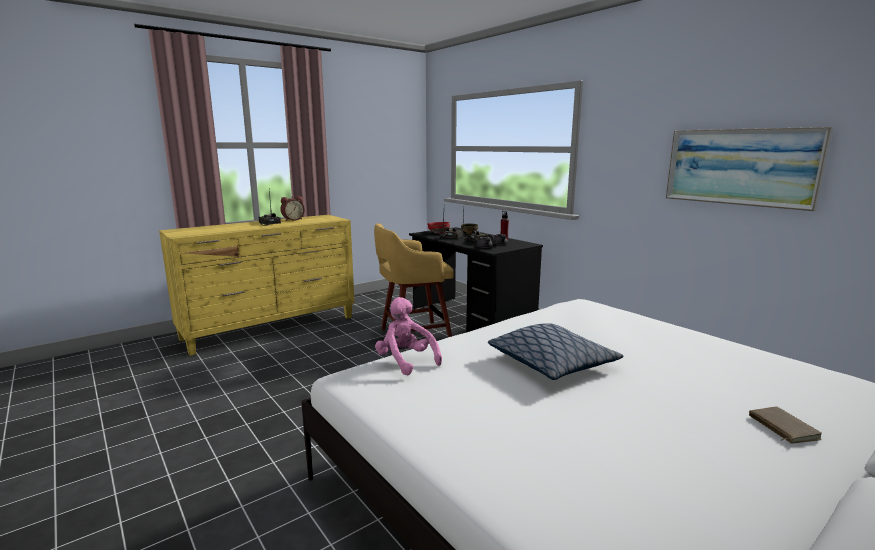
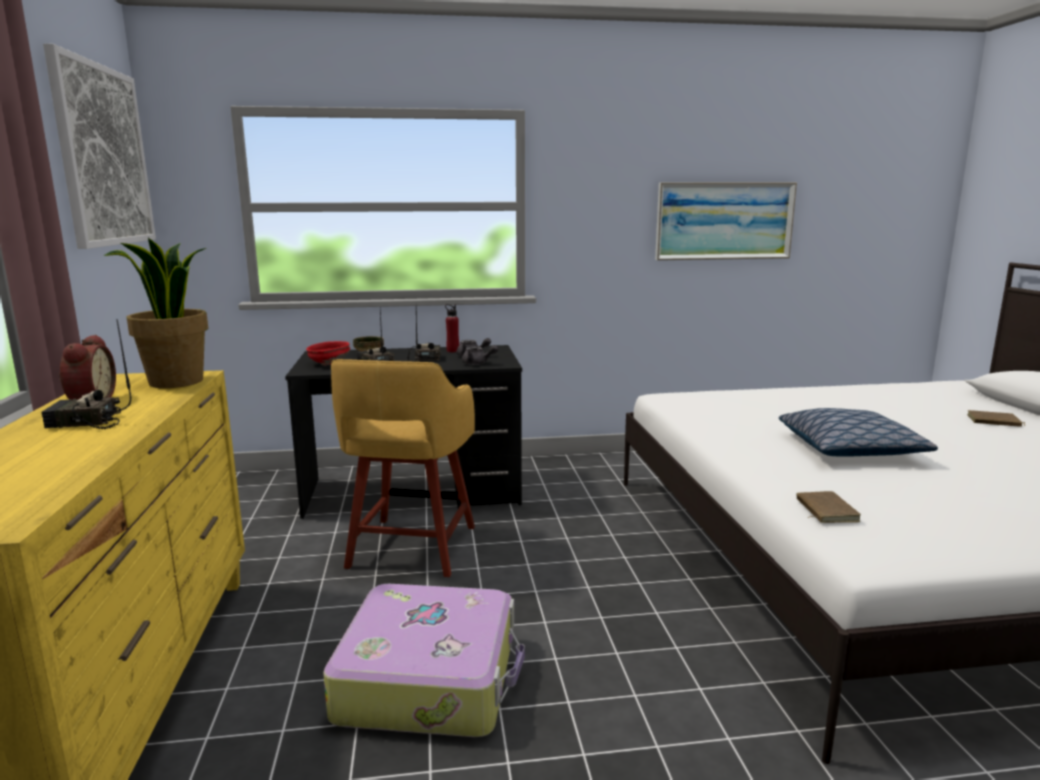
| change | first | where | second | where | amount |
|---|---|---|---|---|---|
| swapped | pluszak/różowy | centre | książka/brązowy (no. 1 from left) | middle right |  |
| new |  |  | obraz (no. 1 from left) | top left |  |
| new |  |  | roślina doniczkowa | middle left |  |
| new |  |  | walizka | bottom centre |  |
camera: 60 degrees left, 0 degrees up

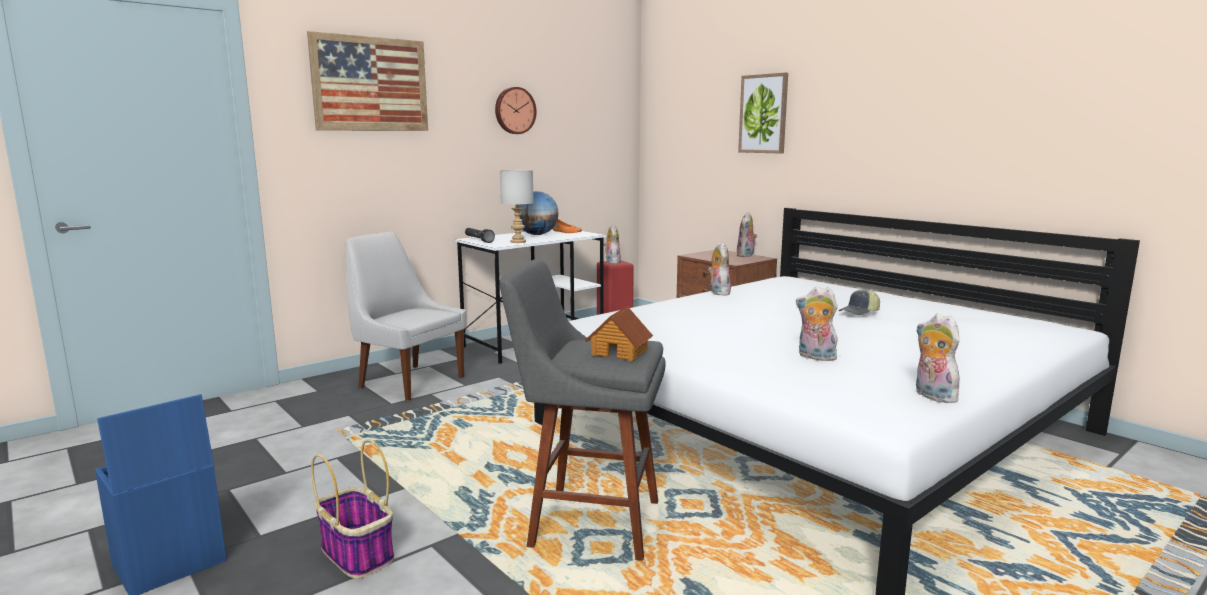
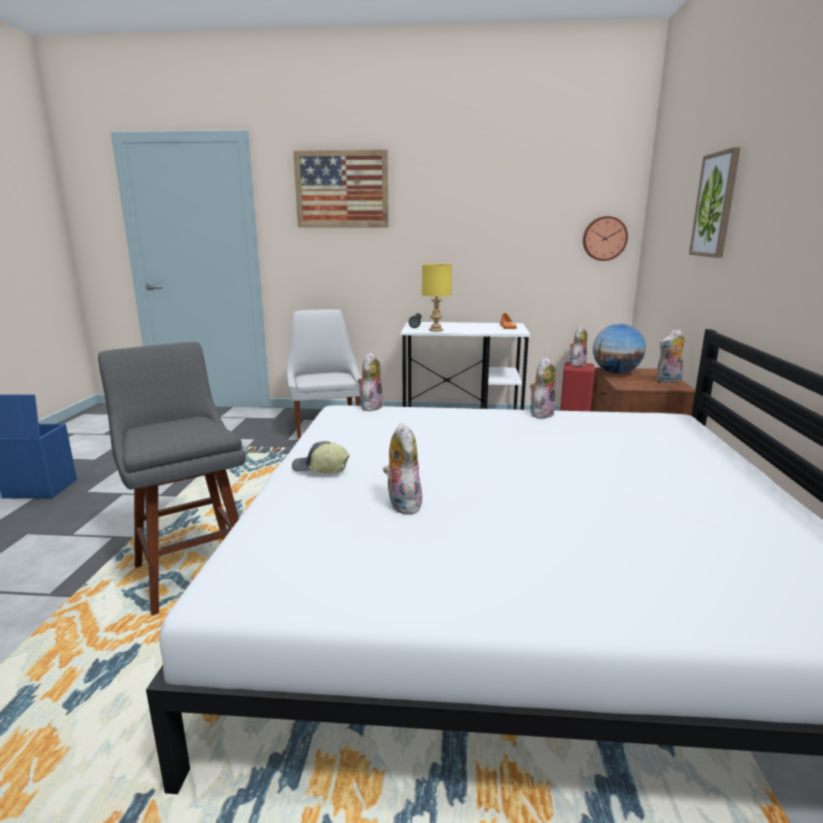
| change | first | where | second | where | amount |
|---|---|---|---|---|---|
| gone | koszyk | bottom left |  |  |  |
| shifted | zegar ścienny | top centre |  | top right |  |
| repainted | lampa stołowa/szary | centre | lampa stołowa/żółty | centre |  |
| shifted | globus | centre |  | middle right |  |
| gone | domek | centre |  |  |  |
| shifted | czapka z daszkiem | middle right |  | centre |  |
| shifted | pluszak (no. 5 from left in the first image) | middle right | pluszak (no. 1 from left) | centre |  |
camera: 45 degrees right, 5 degrees up

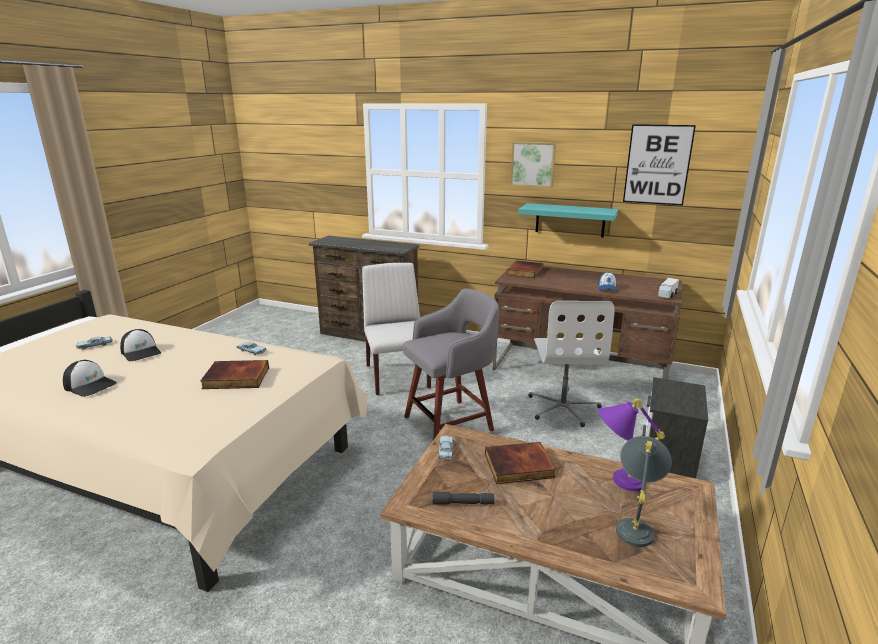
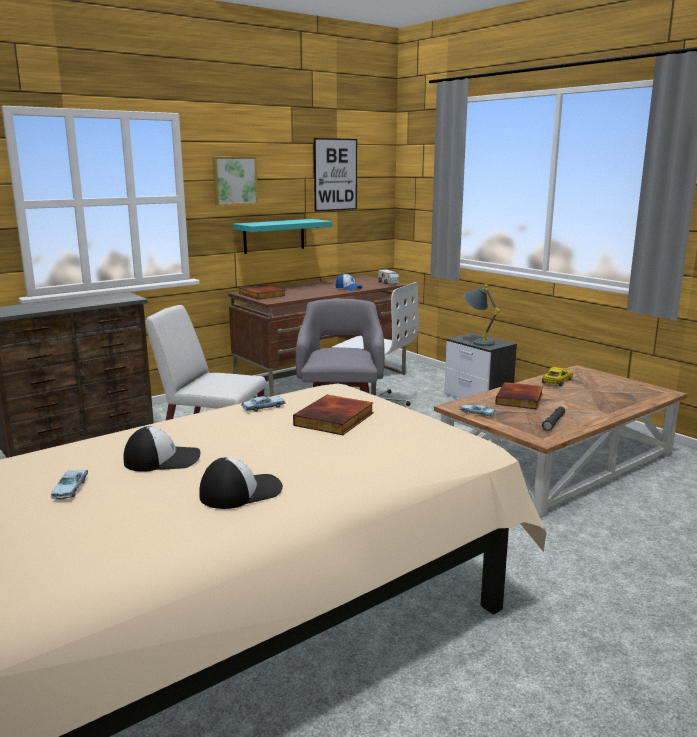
| change | first | where | second | where | amount |
|---|---|---|---|---|---|
| swapped | lampa stołowa/fioletowy | bottom right | samochodzik/żółty | middle right |  |
| shifted | lampa stołowa/szary | bottom right |  | middle right |  |
camera: 60 degrees left, 5 degrees down

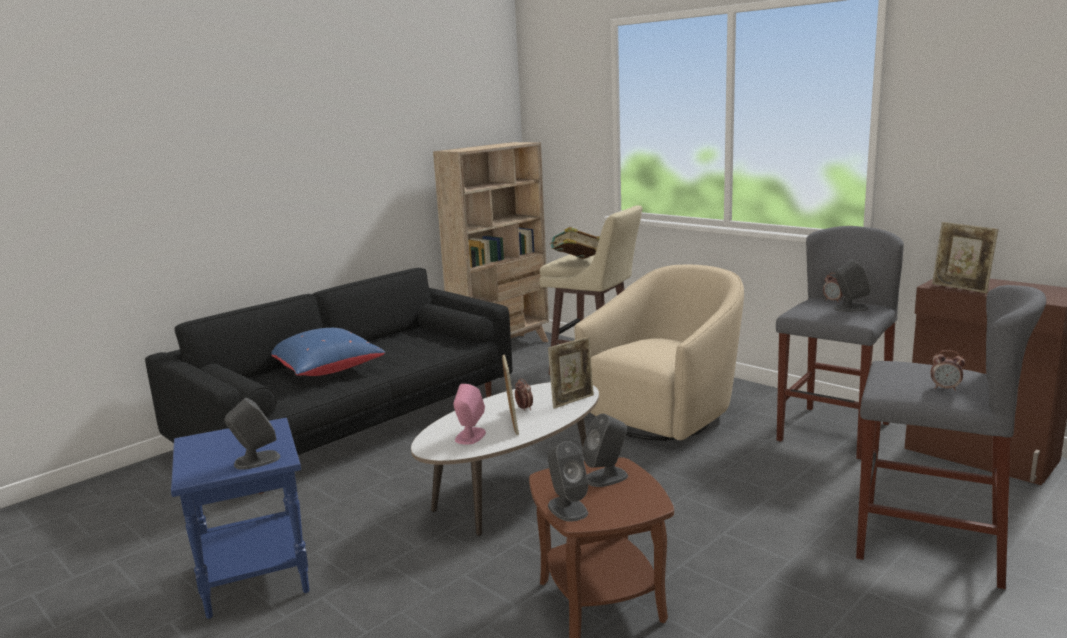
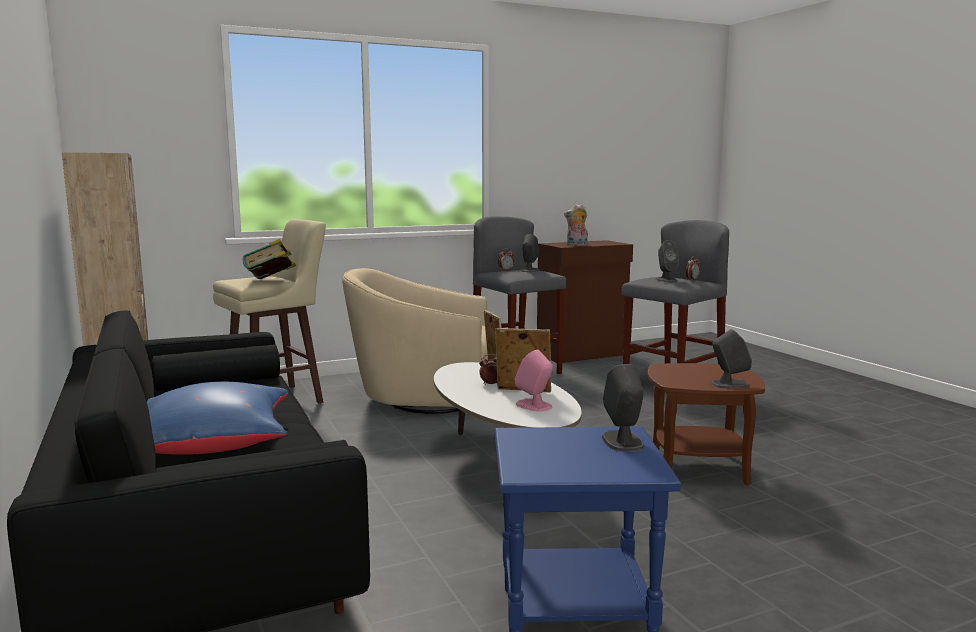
| change | first | where | second | where | amount |
|---|---|---|---|---|---|
| rotated | fotel/beżowy | centre |  | centre | 60 degrees counterclockwise |
| shifted | głośnik/szary (no. 3 from left) | bottom centre |  | middle right |  |
| swapped | ramka na zdjęcie (no. 3 from left) | middle right | pluszak | centre |  |
camera: 70 degrees left, 5 degrees down

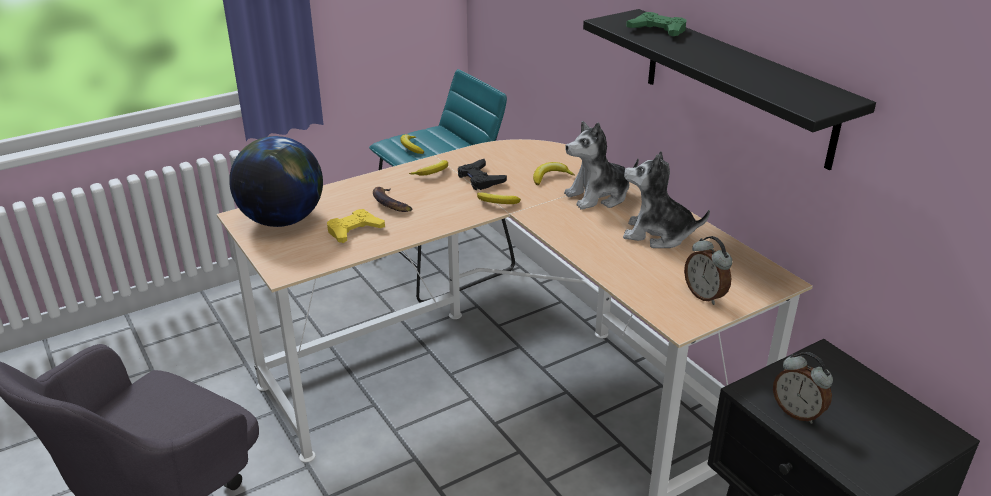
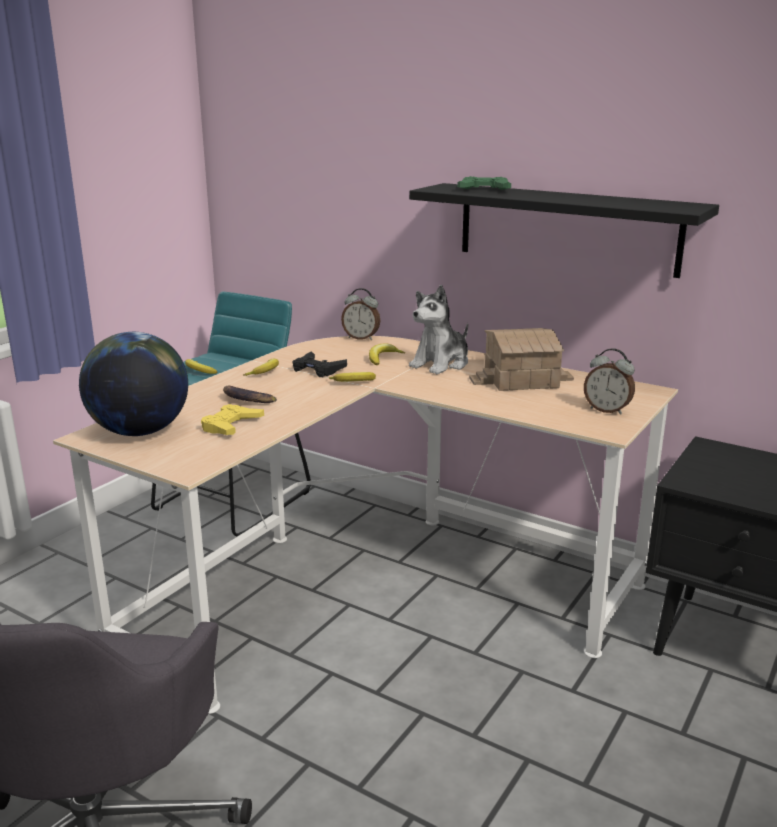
| change | first | where | second | where | amount |
|---|---|---|---|---|---|
| swapped | pluszak (no. 2 from left) | middle right | domek | middle right |  |
| shifted | budzik (no. 2 from left in the first image) | bottom right | budzik (no. 1 from left) | centre |  |
camera: 25 degrees left, 10 degrees down

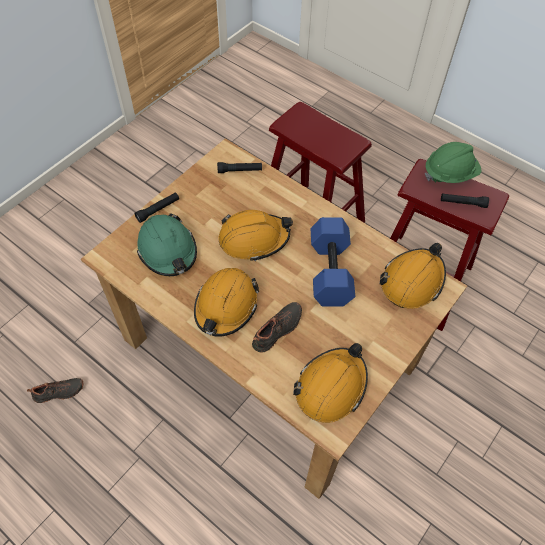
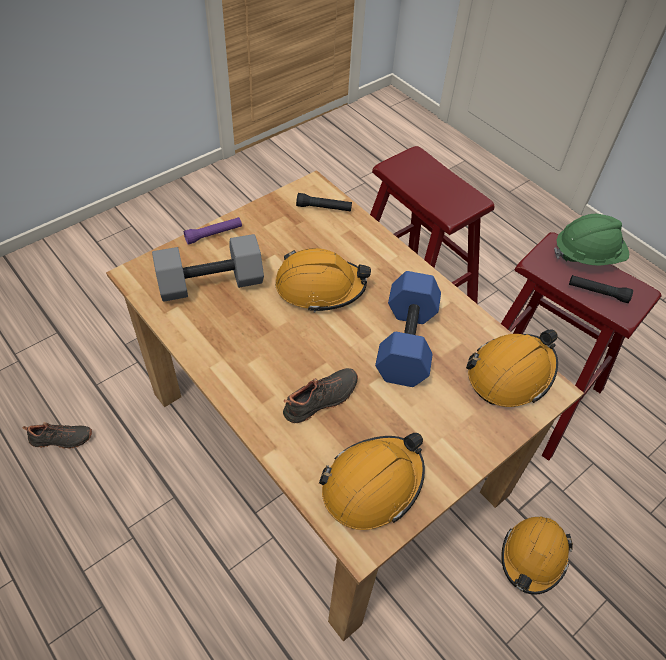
| change | first | where | second | where | amount |
|---|---|---|---|---|---|
| repainted | latarka/czarny (no. 1 from left) | middle left | latarka/fioletowy | middle left |  |
| swapped | kask/zielony (no. 1 from left) | middle left | hantel/szary | middle left |  |
| shifted | kask/pomarańczowy (no. 1 from left in the first image) | centre | kask/pomarańczowy (no. 4 from left) | bottom right |  |
camera: 10 degrees right, 5 degrees down

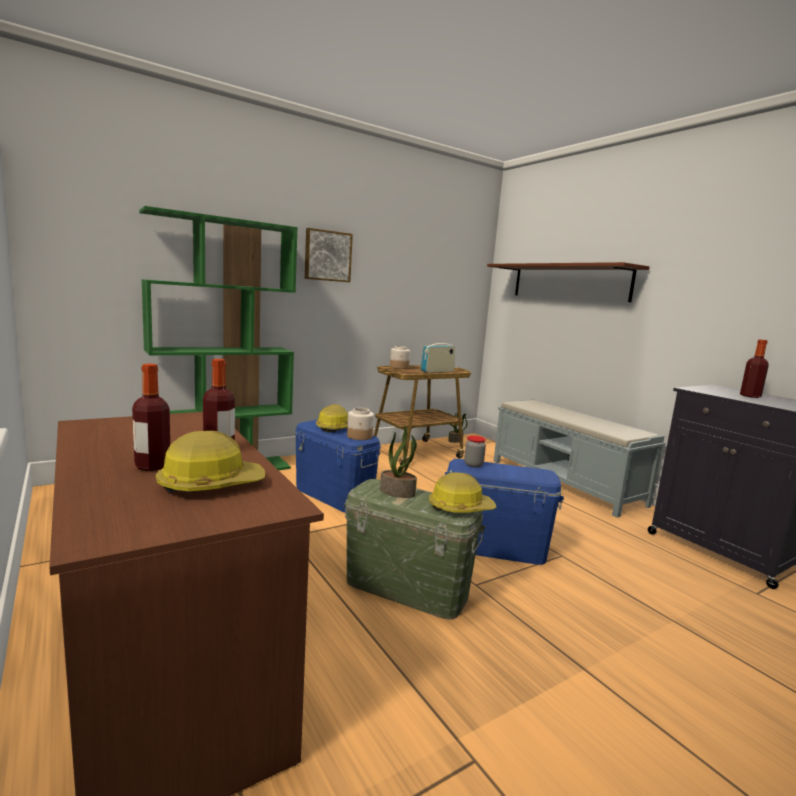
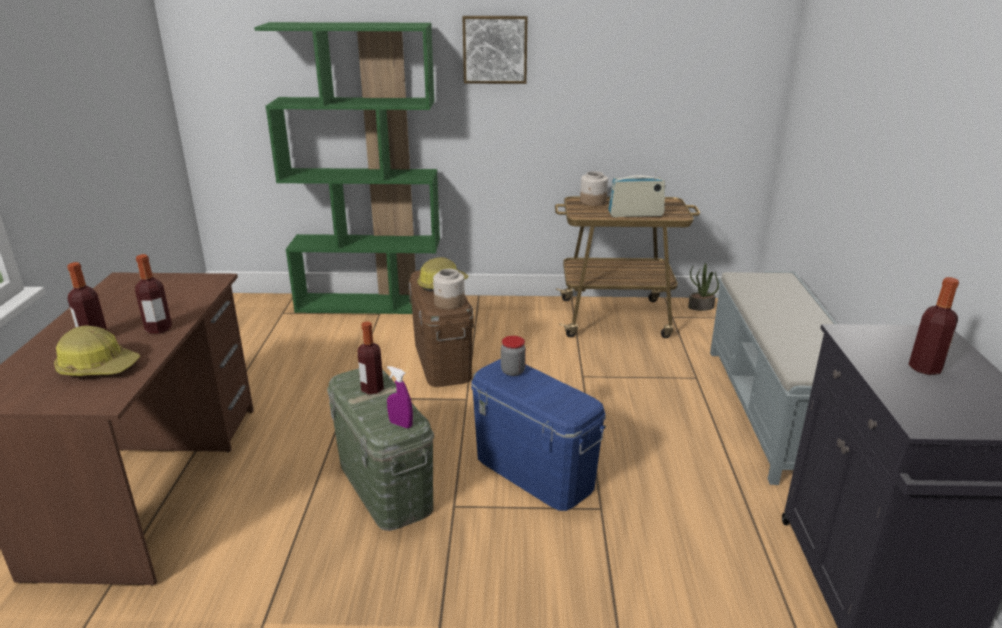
| change | first | where | second | where | amount |
|---|---|---|---|---|---|
| repainted | pojemnik do przechowywania/niebieski (no. 1 from left) | centre | pojemnik do przechowywania/brązowy | centre |  |
| swapped | roślina doniczkowa (no. 1 from left) | centre | butelka (no. 3 from left) | centre |  |
| swapped | kask (no. 3 from left) | centre | spryskiwacz/fioletowy | centre |  |
| gone | półka/brązowy | middle right |  |  |  |
camera: 35 degrees right, 15 degrees up

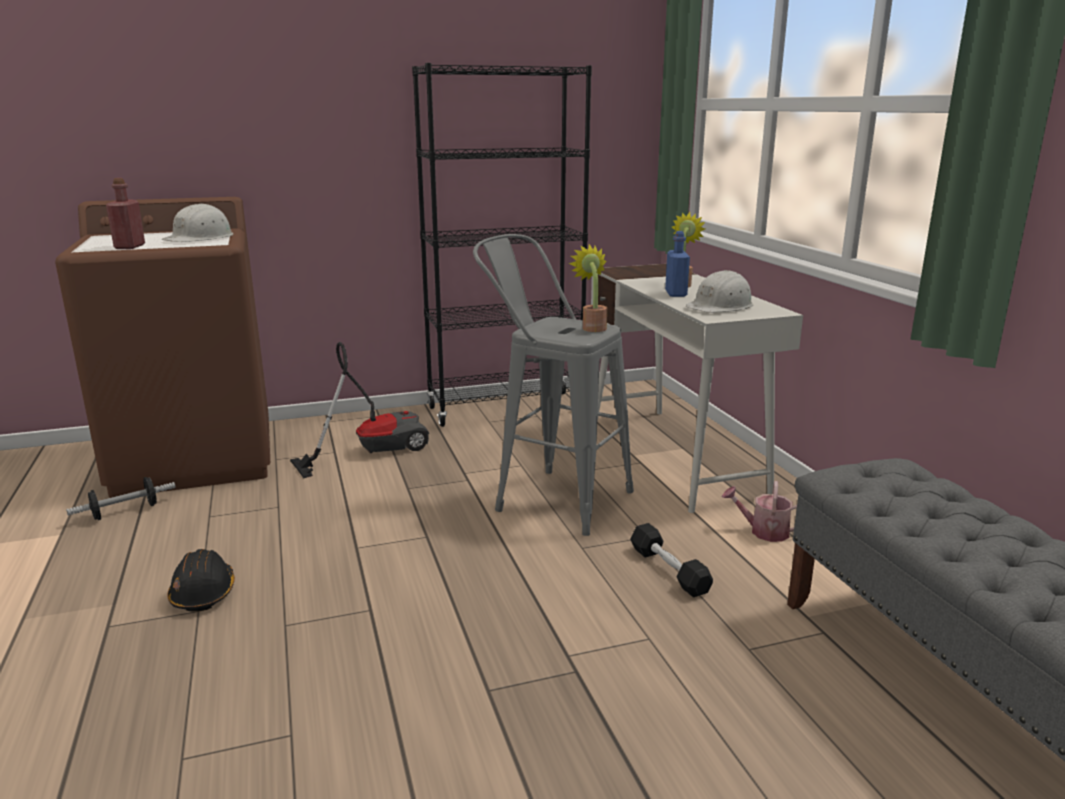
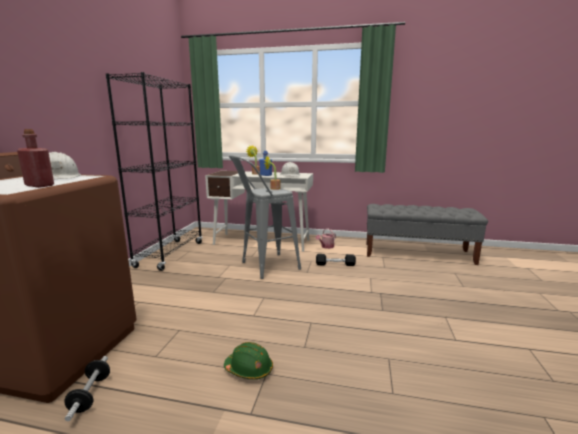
| change | first | where | second | where | amount |
|---|---|---|---|---|---|
| repainted | kask/czarny | bottom left | kask/zielony | bottom centre |  |
| gone | odkurzacz | centre |  |  |  |
camera: 60 degrees left, 5 degrees down

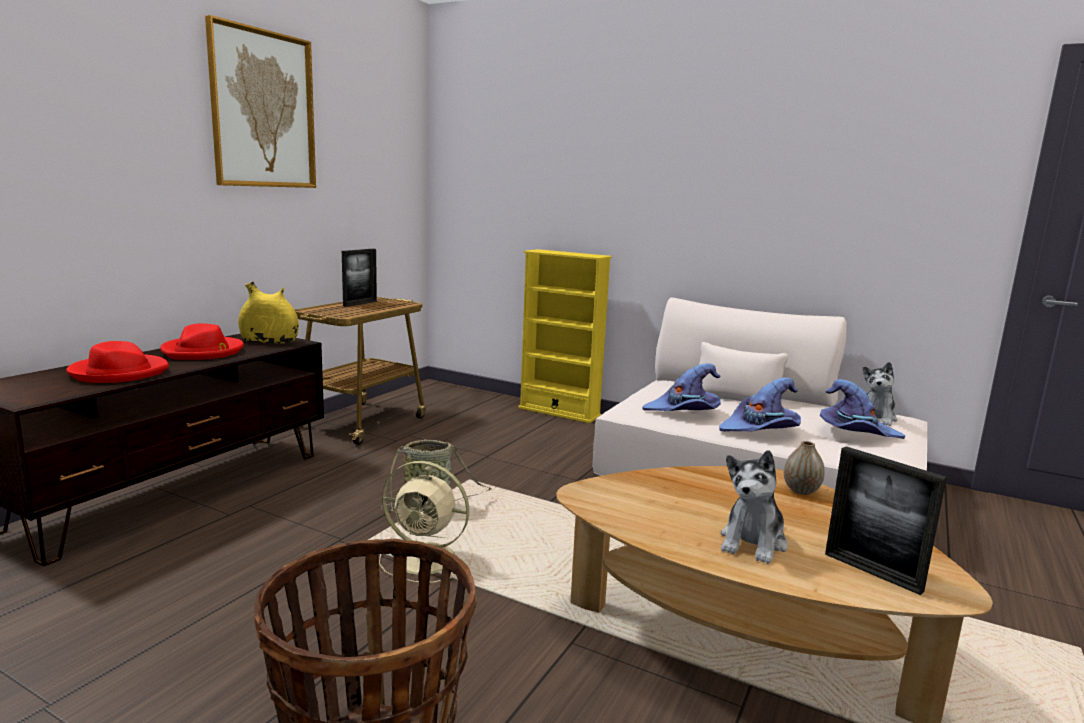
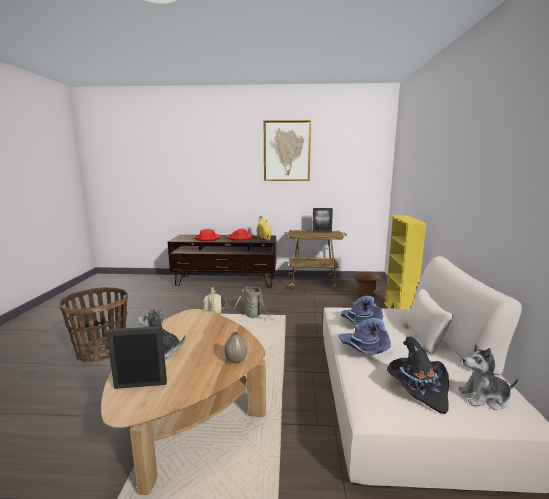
| change | first | where | second | where | amount |
|---|---|---|---|---|---|
| repainted | kapelusz/fioletowy (no. 3 from left) | middle right | kapelusz/czarny | bottom right |  |
| rotated | ramka na zdjęcie (no. 2 from left in the first image) | bottom right | ramka na zdjęcie (no. 1 from left) | bottom left | 60 degrees clockwise |
| new |  |  | donica/brązowy | middle right |  |
camera: 65 degrees right, 0 degrees up

